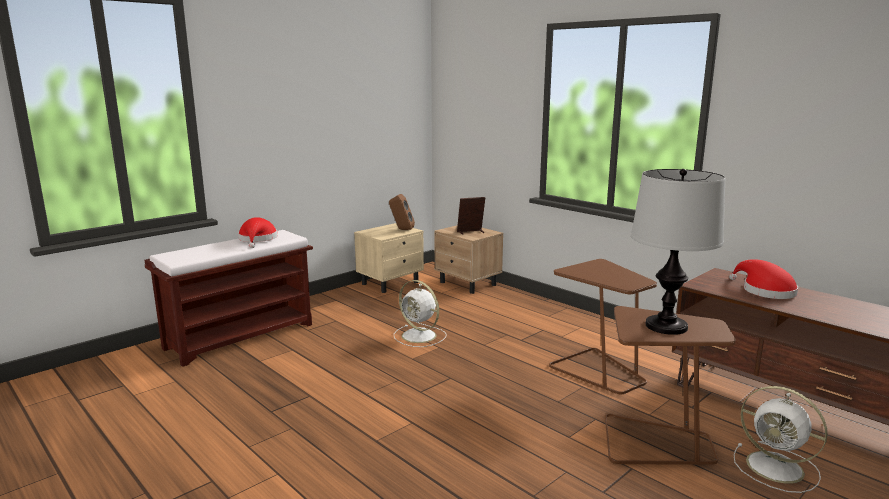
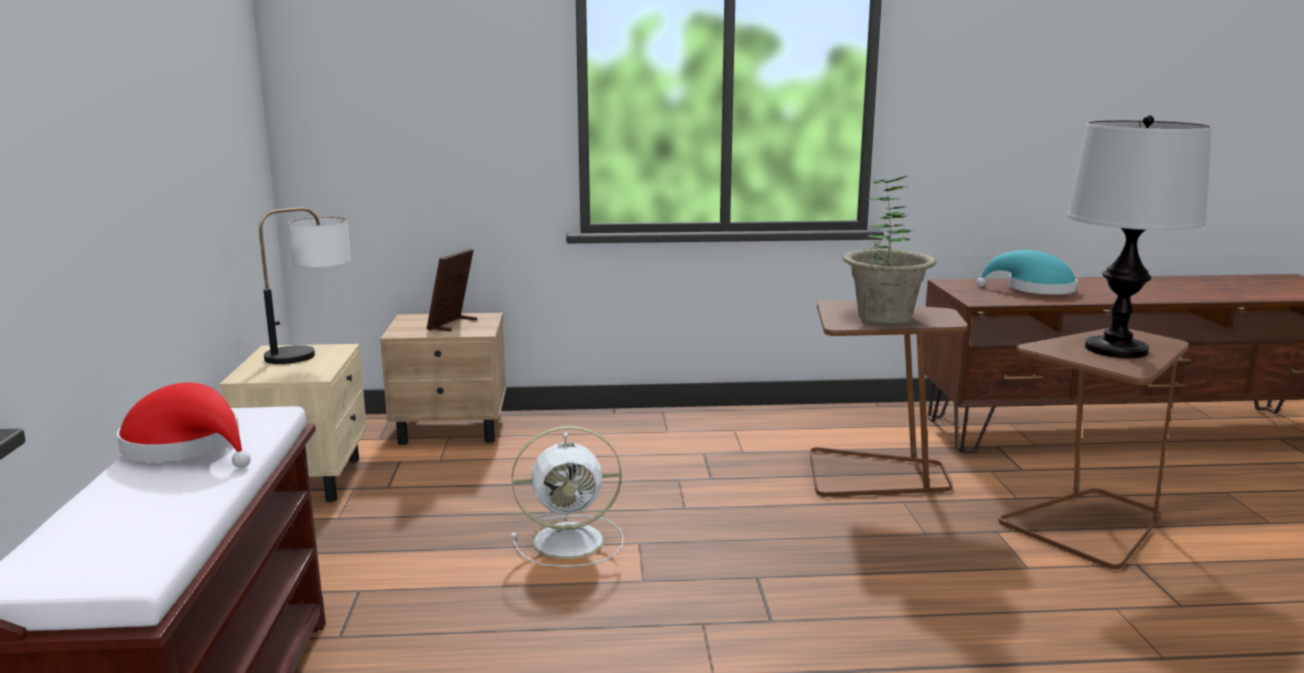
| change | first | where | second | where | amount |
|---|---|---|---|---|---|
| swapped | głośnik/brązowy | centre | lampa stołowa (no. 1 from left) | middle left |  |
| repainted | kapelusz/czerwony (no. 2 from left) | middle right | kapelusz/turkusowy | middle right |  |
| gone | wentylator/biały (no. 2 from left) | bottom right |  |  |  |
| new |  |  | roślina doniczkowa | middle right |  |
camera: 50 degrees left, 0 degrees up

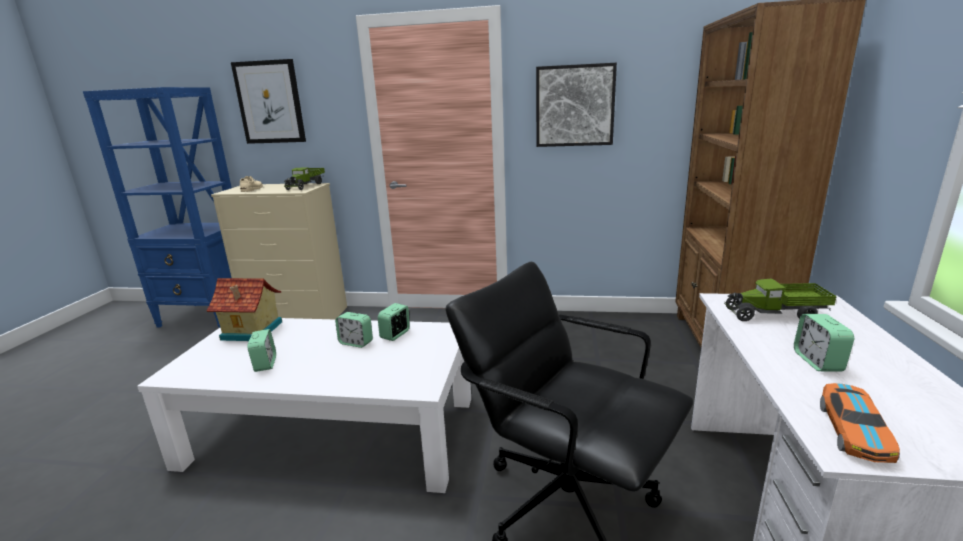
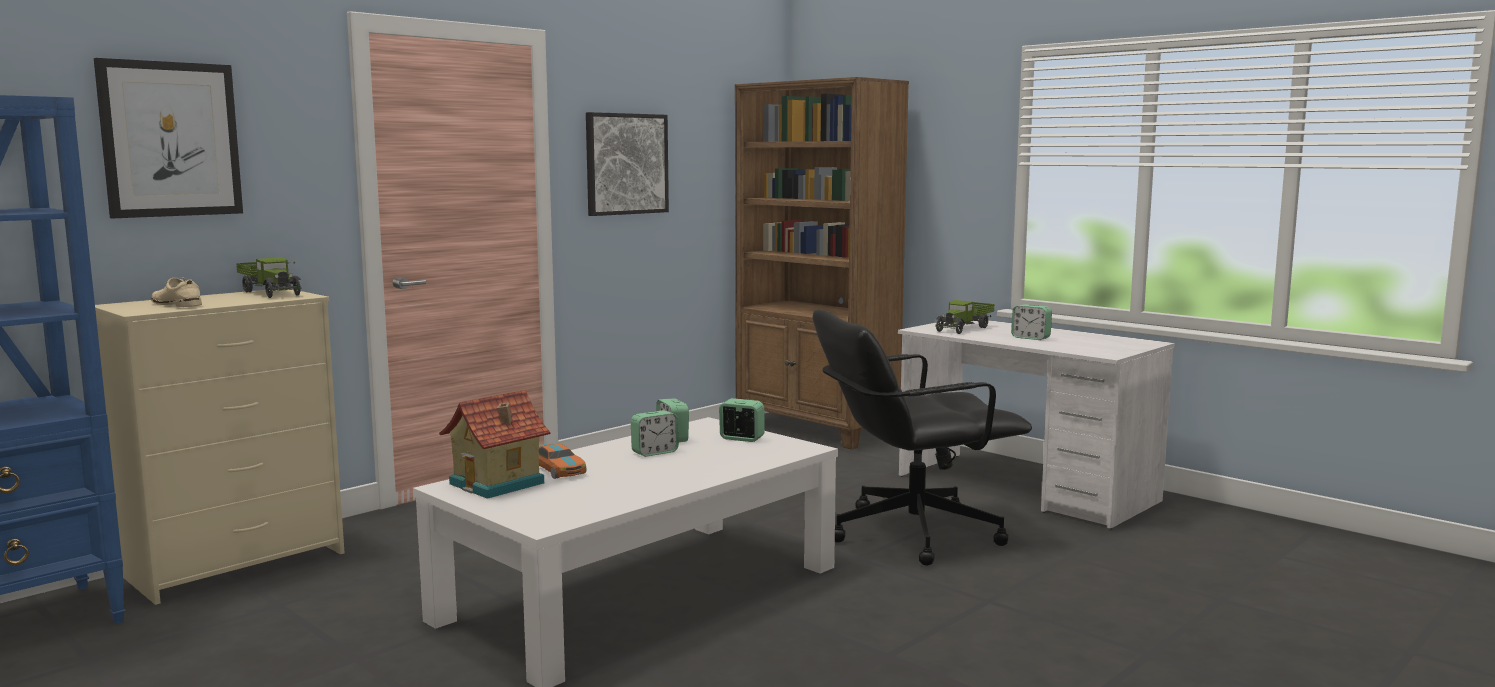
| change | first | where | second | where | amount |
|---|---|---|---|---|---|
| shifted | budzik (no. 1 from left in the first image) | middle left | budzik (no. 3 from left) | centre |  |
| shifted | samochodzik | bottom right |  | bottom centre |  |
camera: 55 degrees left, 10 degrees down

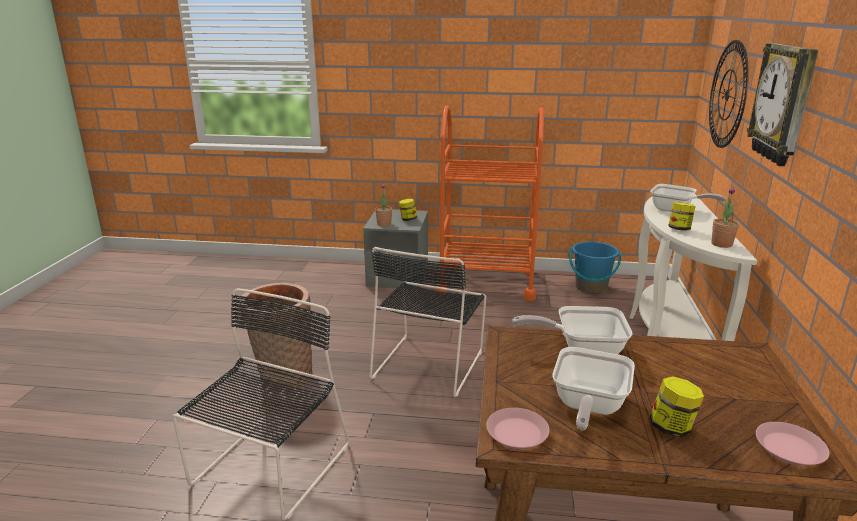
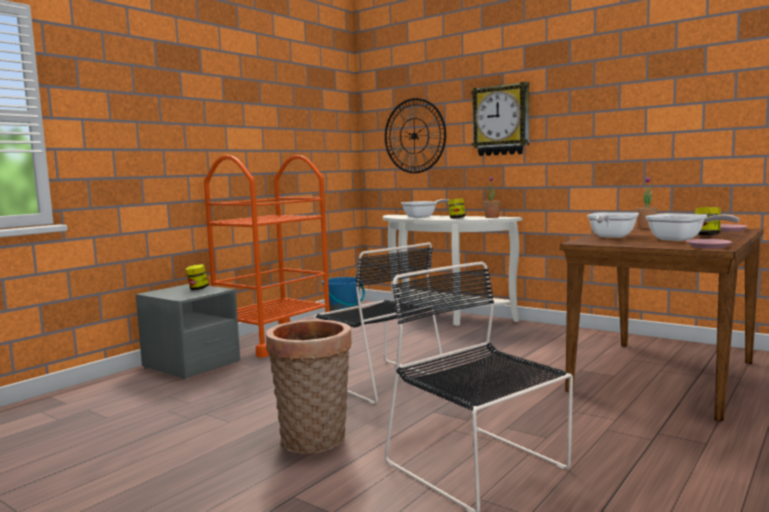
| change | first | where | second | where | amount |
|---|---|---|---|---|---|
| shifted | roślina doniczkowa (no. 1 from left in the first image) | centre | roślina doniczkowa (no. 2 from left) | middle right |  |
camera: 60 degrees left, 15 degrees down

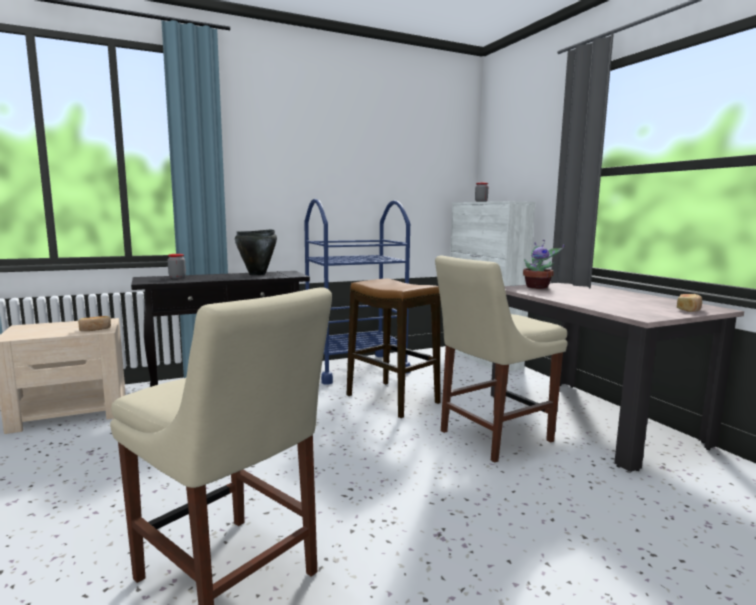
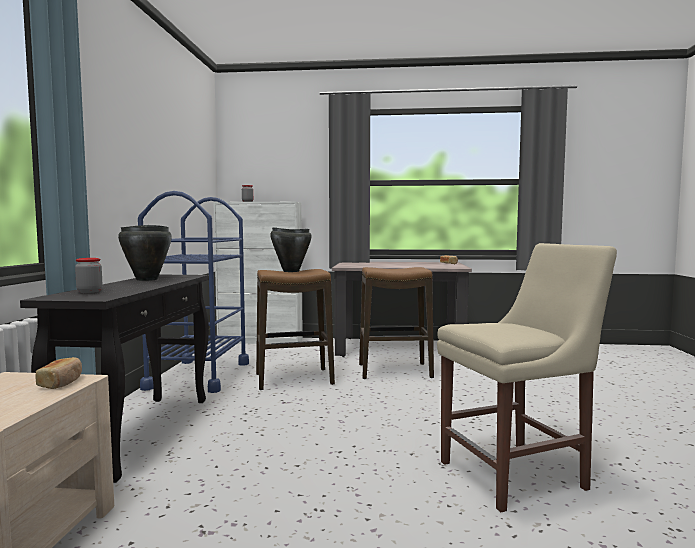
| change | first | where | second | where | amount |
|---|---|---|---|---|---|
| swapped | krzesło/beżowy (no. 2 from left) | centre | stołek (no. 2 from left) | centre |  |
| gone | roślina doniczkowa | middle right |  |  |  |
| new |  |  | garnek/czarny (no. 2 from left) | centre |  |
camera: 60 degrees left, 5 degrees down

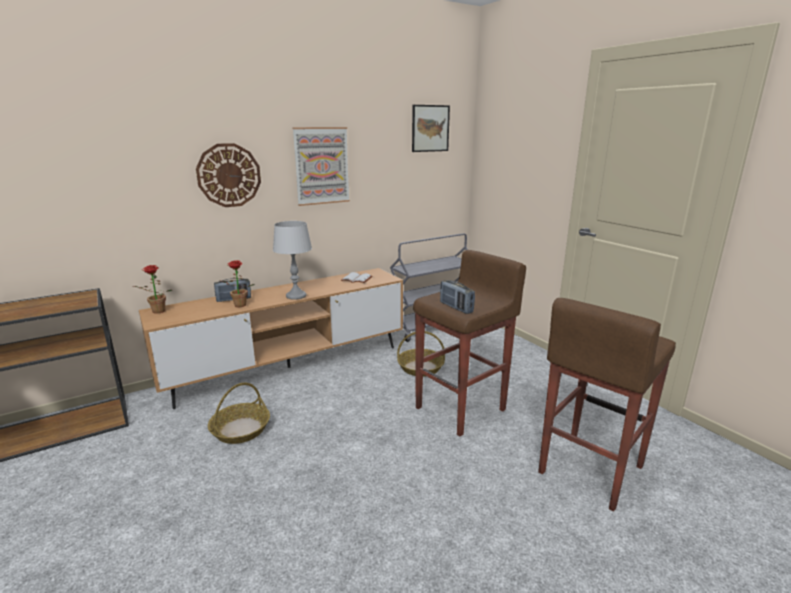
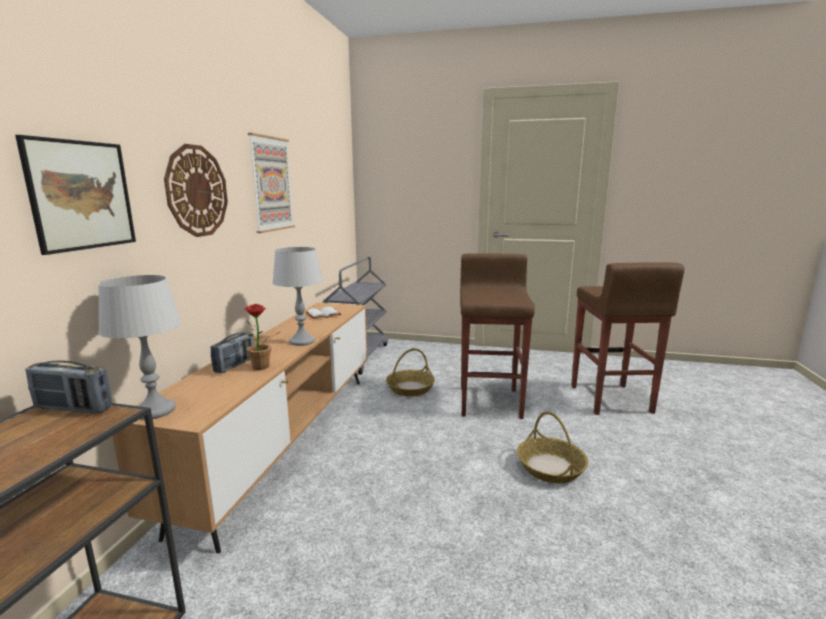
| change | first | where | second | where | amount |
|---|---|---|---|---|---|
| swapped | roślina doniczkowa (no. 1 from left) | middle left | lampa stołowa/szary (no. 1 from left) | middle left |  |
| shifted | koszyk (no. 1 from left in the first image) | bottom left | koszyk (no. 2 from left) | bottom right |  |
| shifted | obraz (no. 2 from left in the first image) | top centre | obraz (no. 1 from left) | top left |  |
| shifted | radio (no. 2 from left in the first image) | centre | radio (no. 1 from left) | middle left |  |
camera: 45 degrees left, 5 degrees down

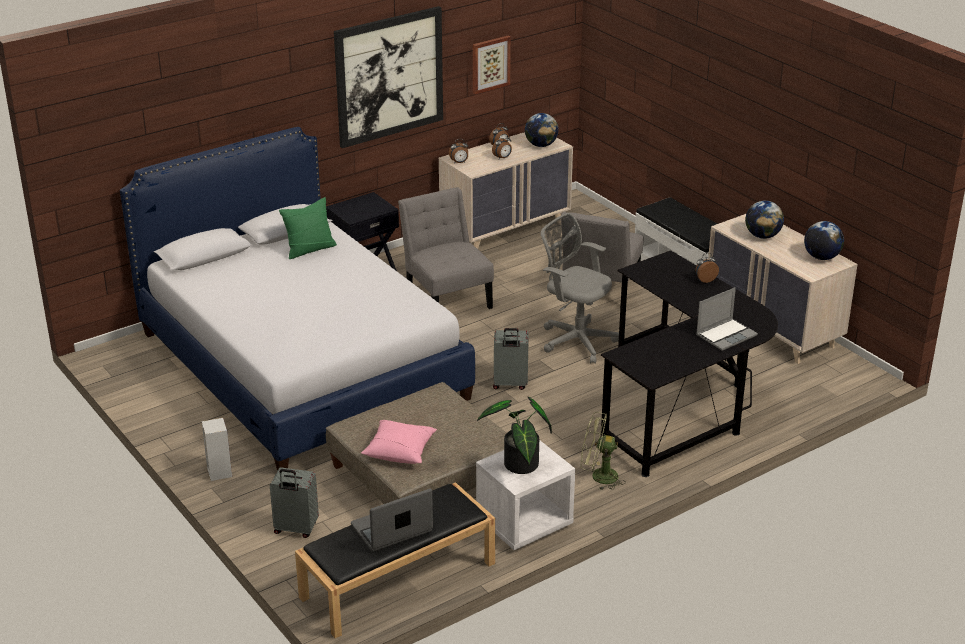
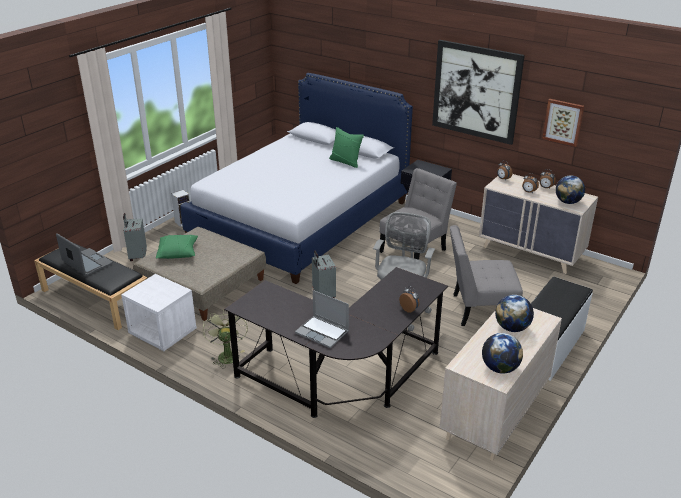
| change | first | where | second | where | amount |
|---|---|---|---|---|---|
| repainted | poduszka/różowy | bottom centre | poduszka/zielony (no. 1 from left) | middle left |  |
| gone | roślina doniczkowa | bottom centre |  |  |  |
camera: 70 degrees right, 0 degrees up

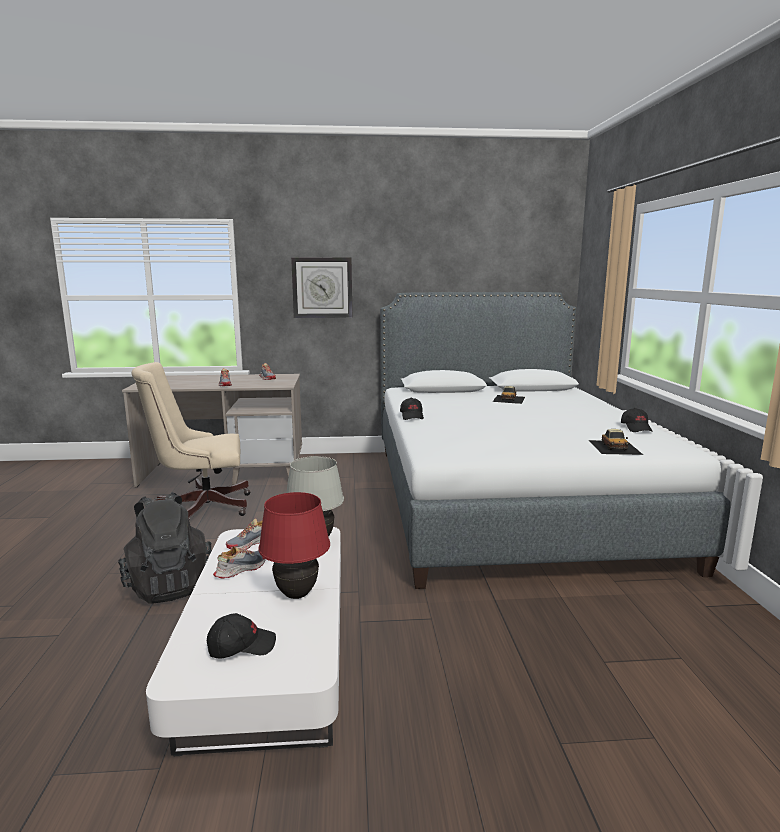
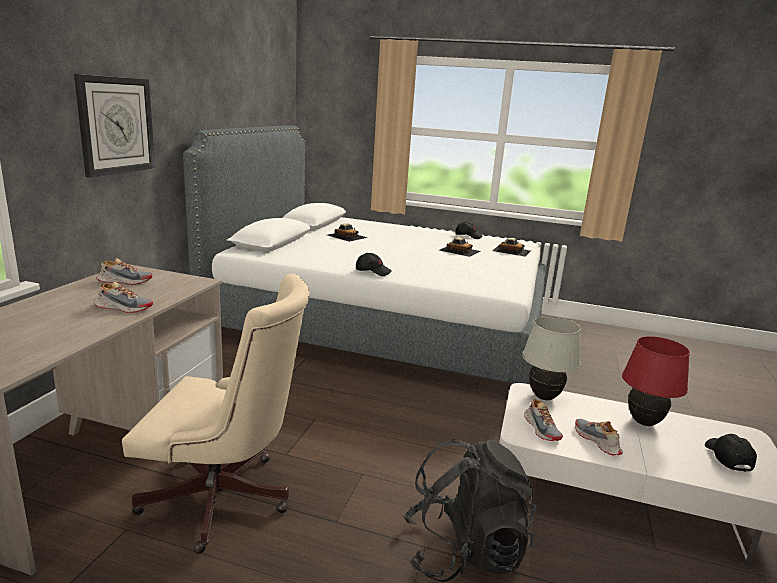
| change | first | where | second | where | amount |
|---|---|---|---|---|---|
| rotated | krzesło biurowe/beżowy | middle left |  | bottom left | 90 degrees counterclockwise |
| new |  |  | samochodzik (no. 2 from left) | centre |  |
camera: 70 degrees left, 5 degrees up

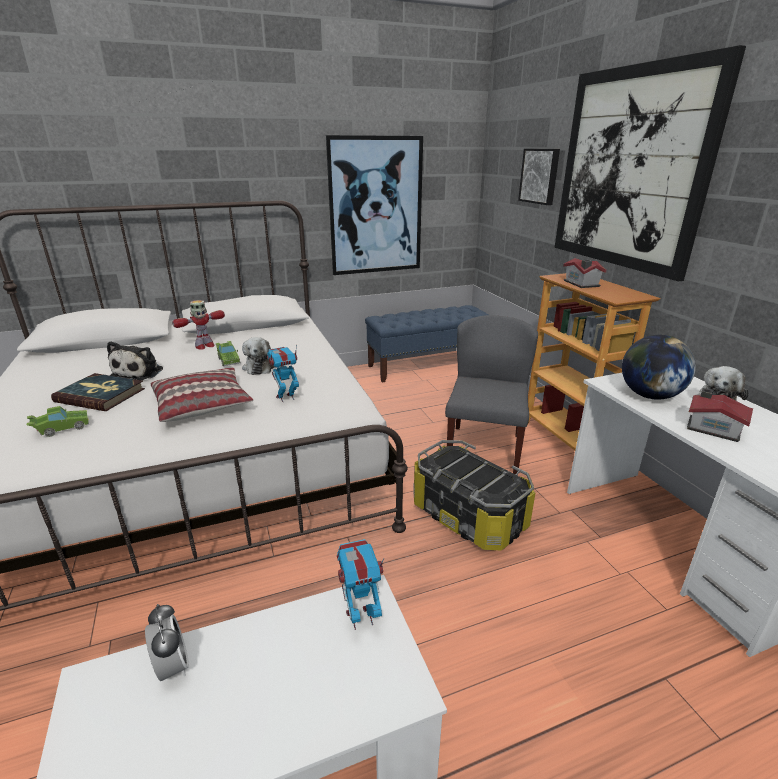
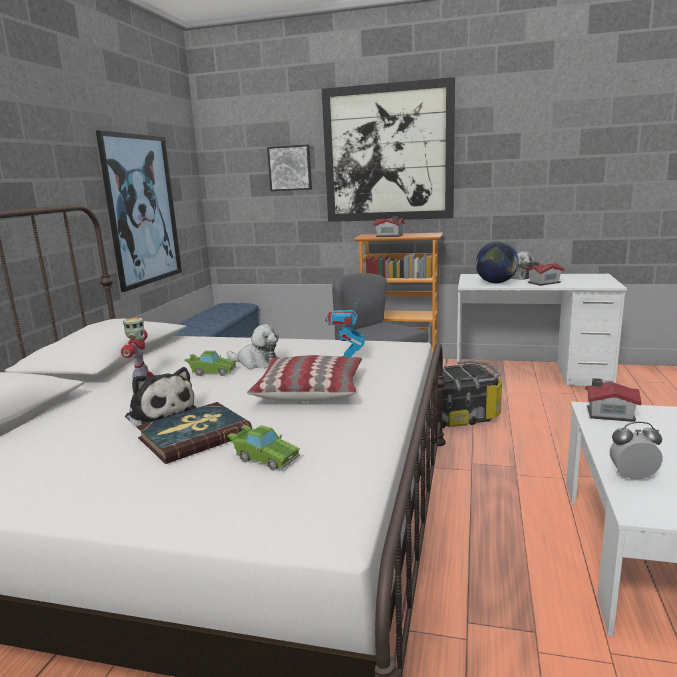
| change | first | where | second | where | amount |
|---|---|---|---|---|---|
| rotated | samochodzik/zielony (no. 1 from left in the first image) | middle left | samochodzik/zielony (no. 2 from left) | centre | 120 degrees clockwise |
| swapped | robot zabawkowy (no. 3 from left) | bottom centre | domek (no. 3 from left) | middle right |  |
camera: 55 degrees left, 10 degrees down

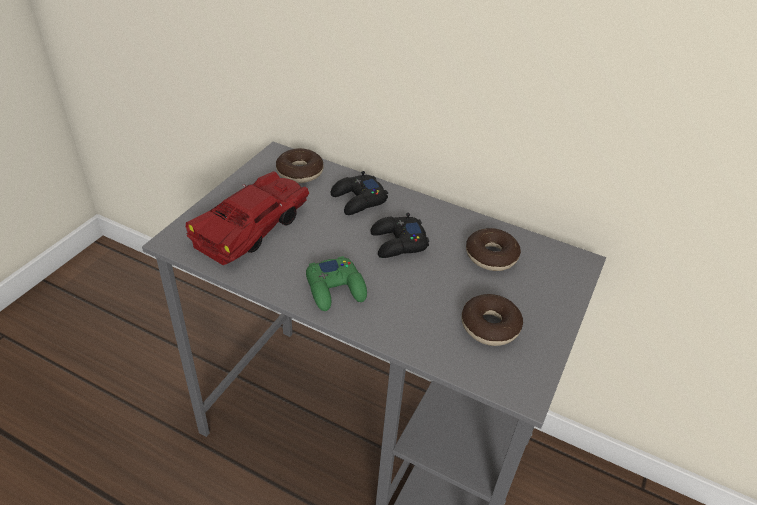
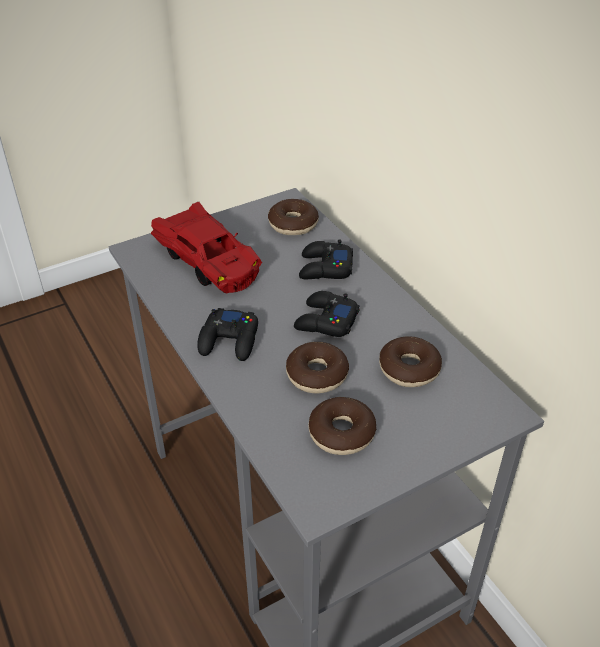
| change | first | where | second | where | amount |
|---|---|---|---|---|---|
| rotated | samochodzik/czerwony | middle left |  | centre | 75 degrees clockwise |
| repainted | pad do gier/zielony | centre | pad do gier/czarny (no. 1 from left) | centre |  |
| new |  |  | donut (no. 2 from left) | centre |  |
camera: 35 degrees right, 0 degrees up

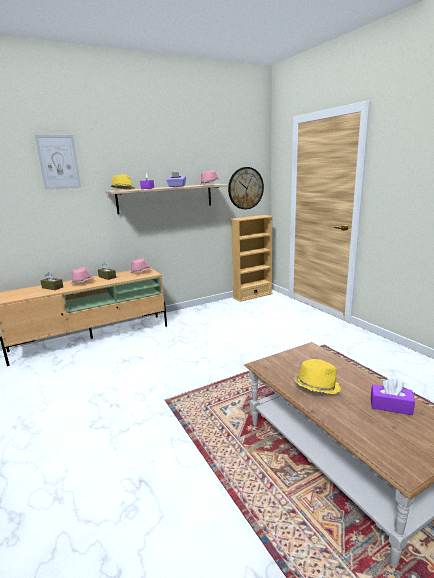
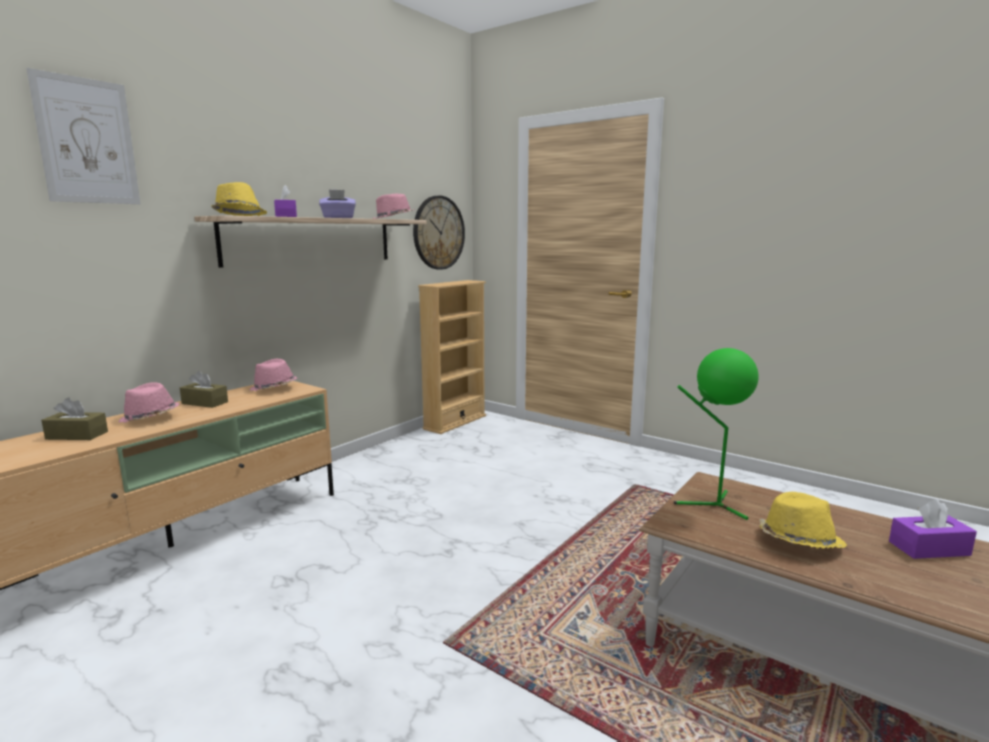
| change | first | where | second | where | amount |
|---|---|---|---|---|---|
| new |  |  | lampa stołowa/zielony | middle right |  |
camera: 25 degrees left, 5 degrees down

